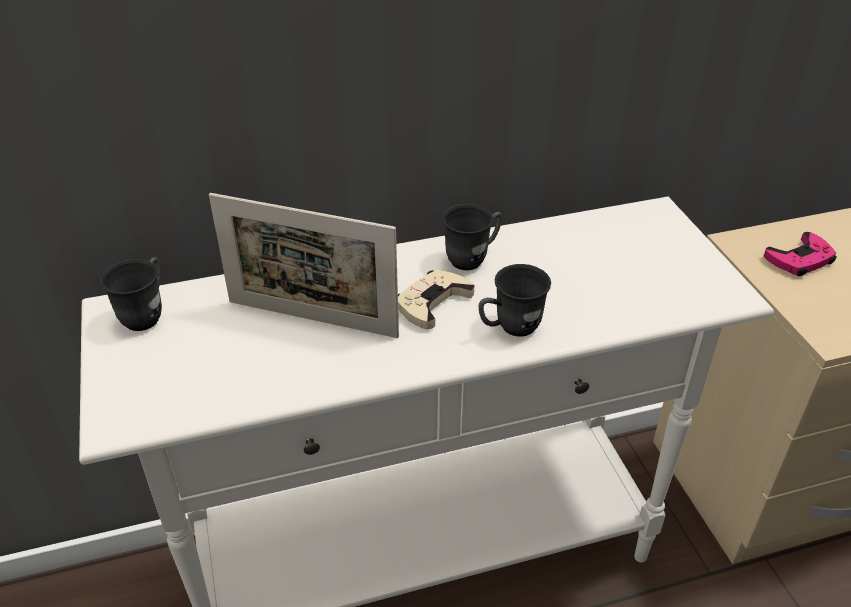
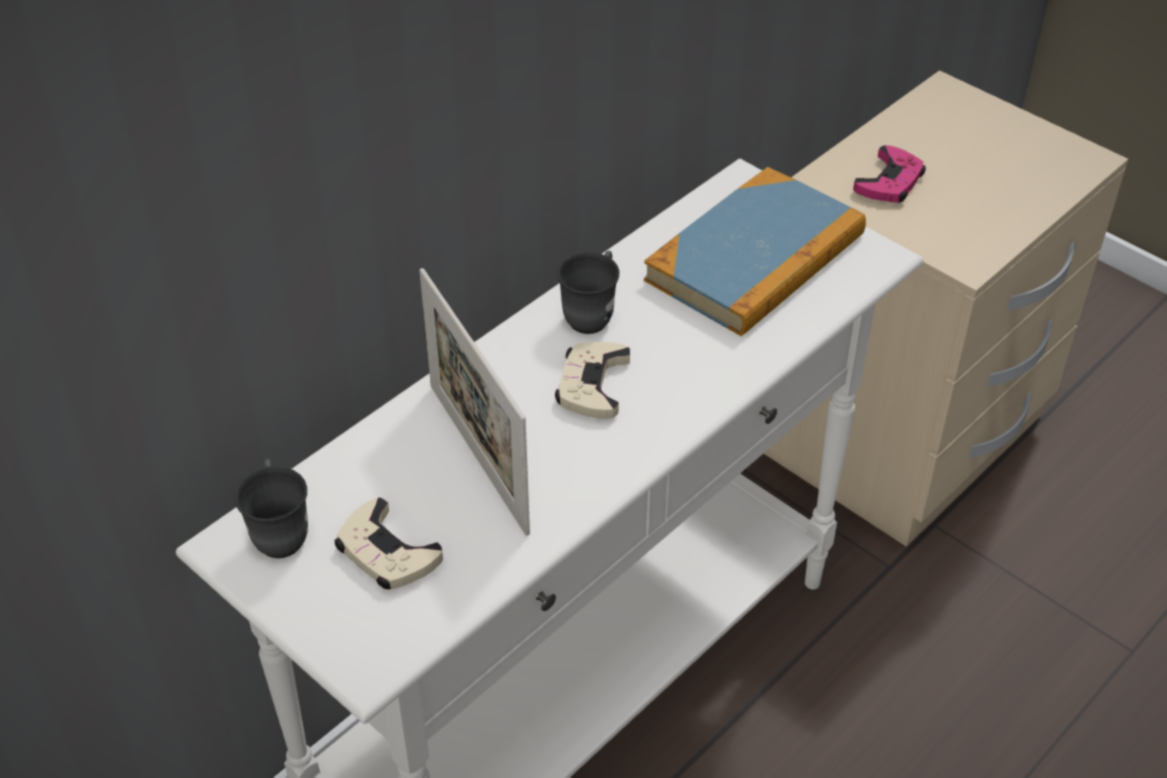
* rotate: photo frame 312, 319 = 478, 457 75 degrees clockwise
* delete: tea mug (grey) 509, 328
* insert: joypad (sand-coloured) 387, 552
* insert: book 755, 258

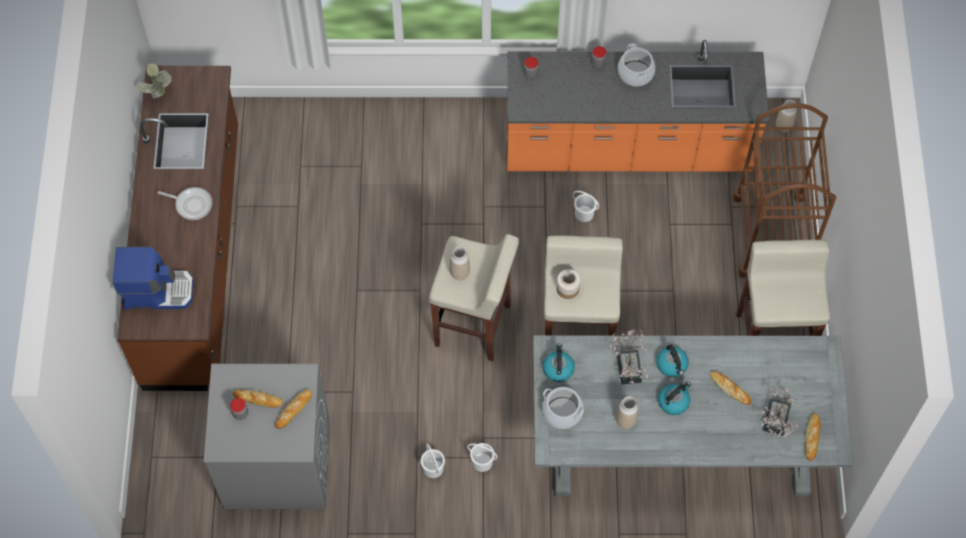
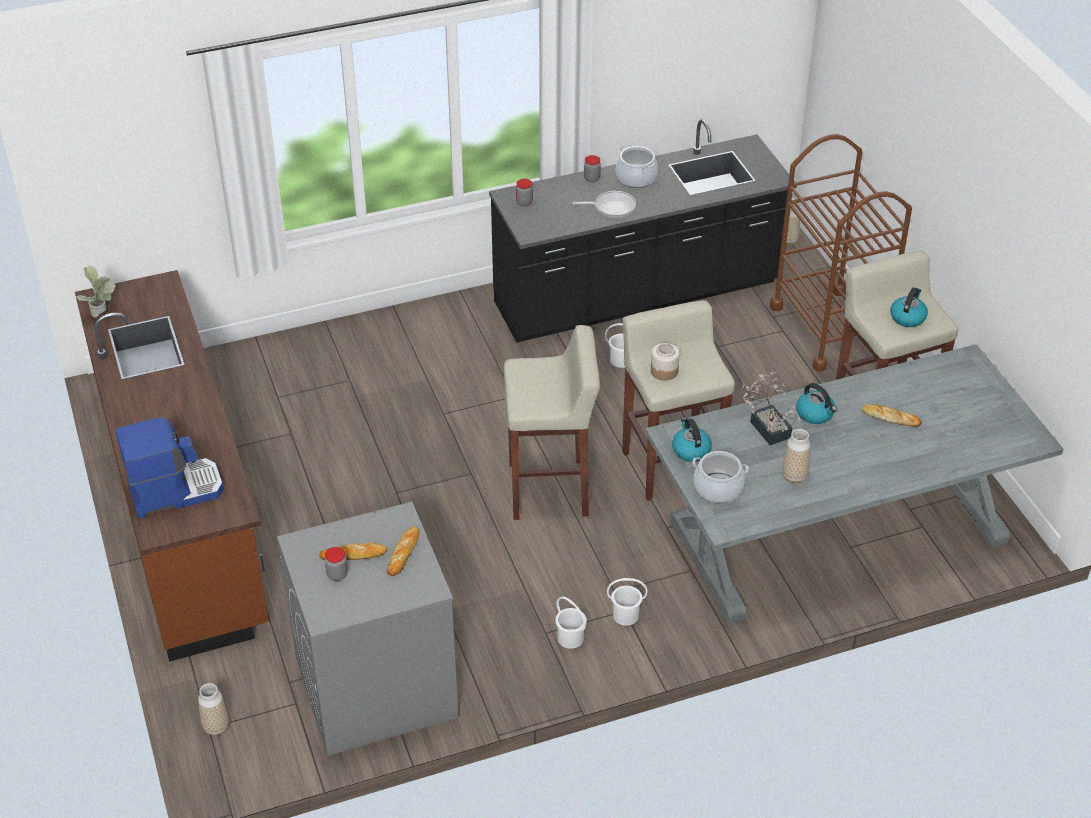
* move: pan 191, 204 to 612, 207
* move: decorative vase 459, 273 to 216, 727
* recolor: kitchen base unit (orange) 627, 149 to kitchen base unit (black) 638, 296
* move: kettle 673, 401 to 907, 317
* delete: houseplant 774, 423
* delete: bread 812, 438

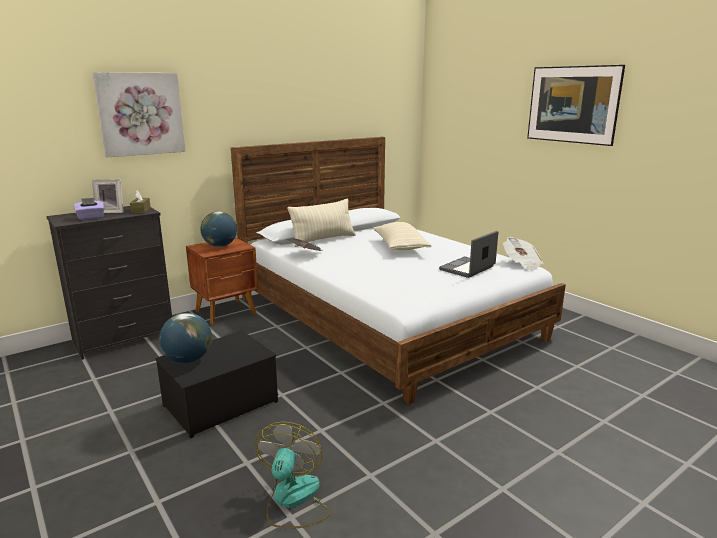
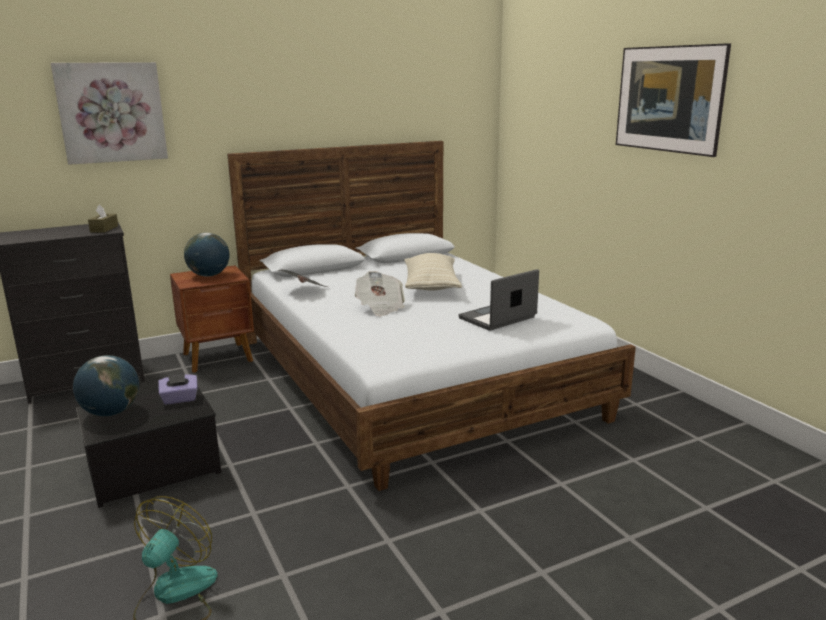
* move: tissue holder (purplish) 91, 218 to 179, 399
* delete: photo frame 111, 212
* delete: throw pillow (sand-coloured) 323, 240
* move: daily paper 522, 264 to 380, 307

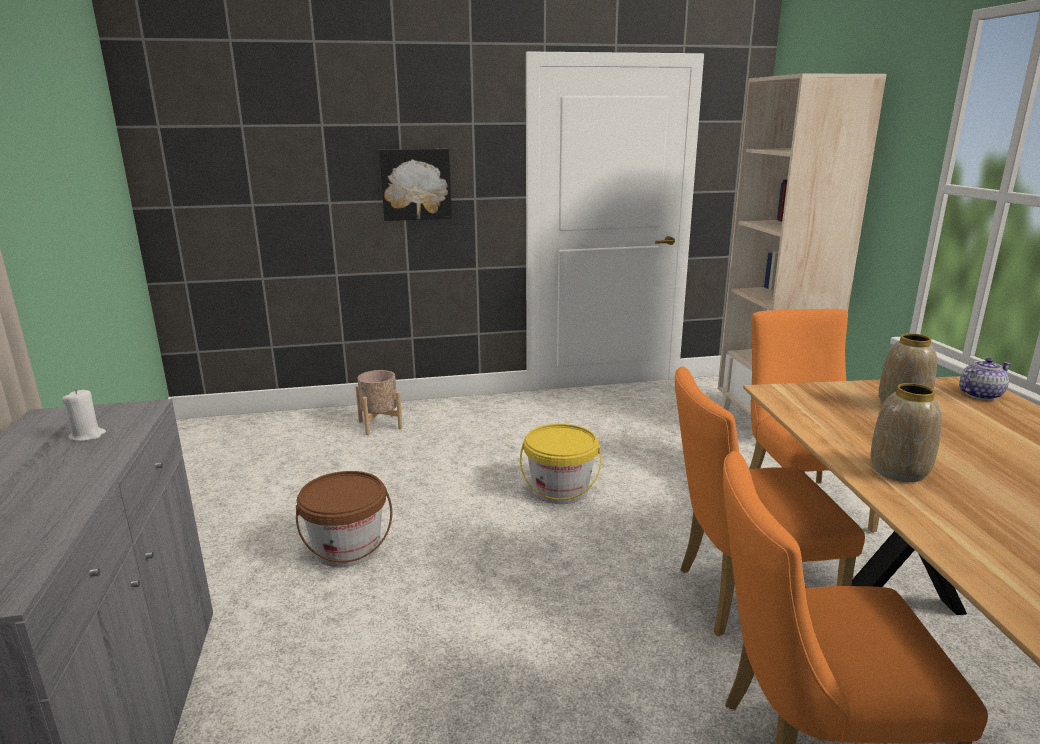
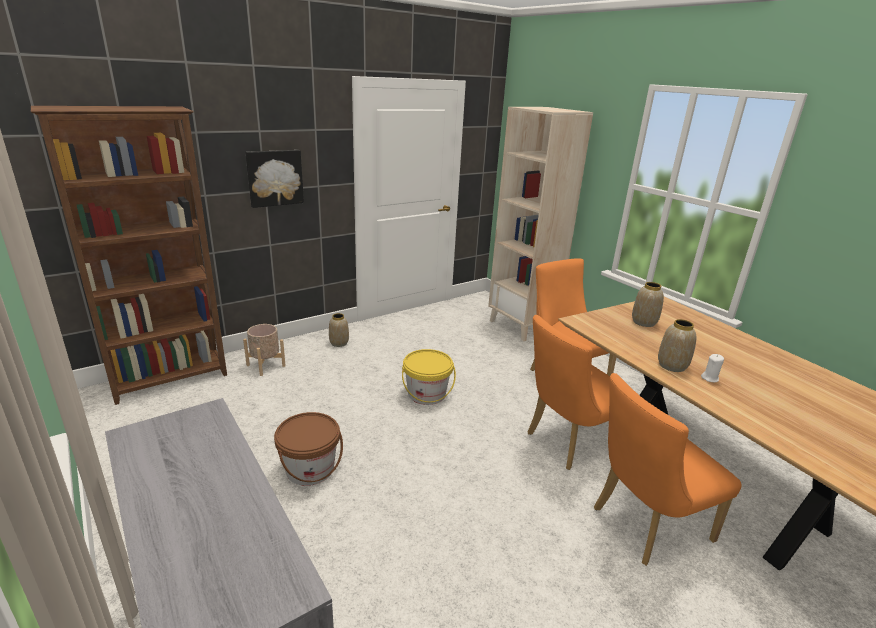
* move: candle (white) 87, 436 to 710, 378
* delete: pot for tea 979, 395
* insert: shelving unit (brownish) 171, 379
* insert: decorative vase 339, 343

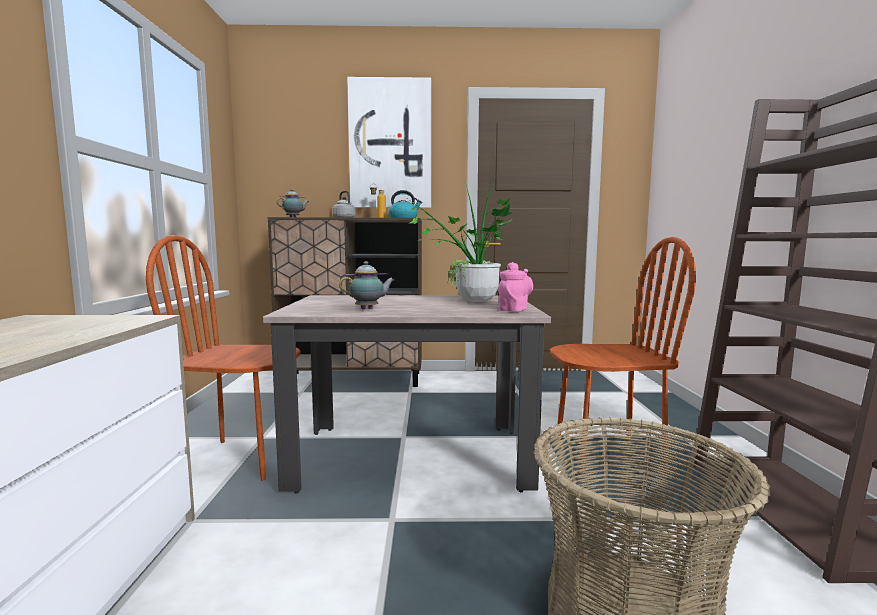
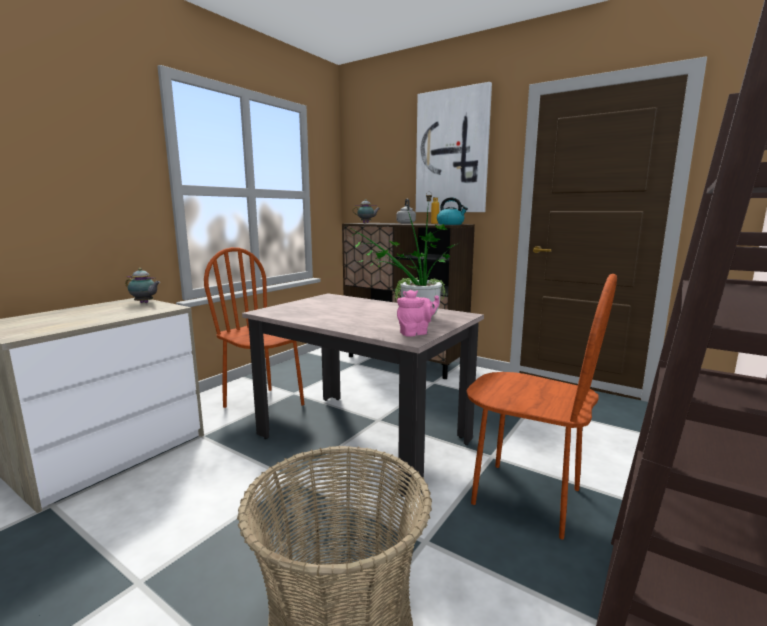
* move: pot for tea 368, 309 to 145, 303

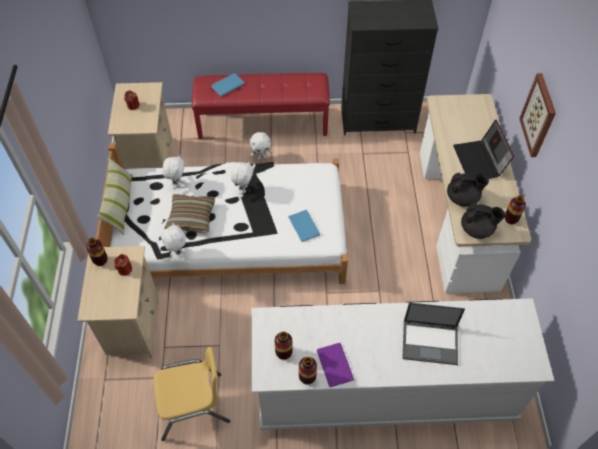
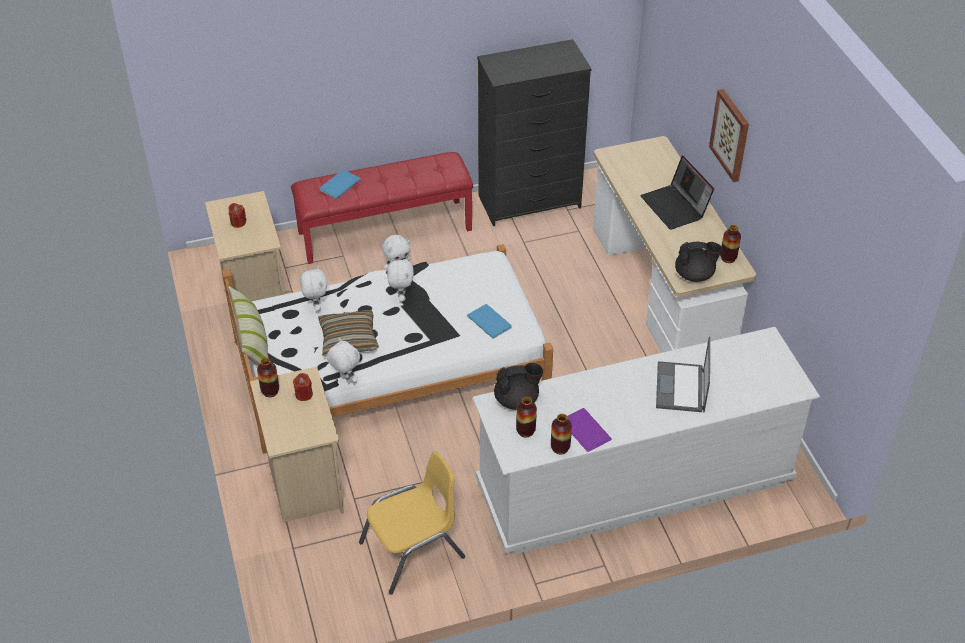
* rotate: portable computer 430, 342 = 681, 388 105 degrees clockwise
* move: pot for tea (black) 463, 198 to 517, 400

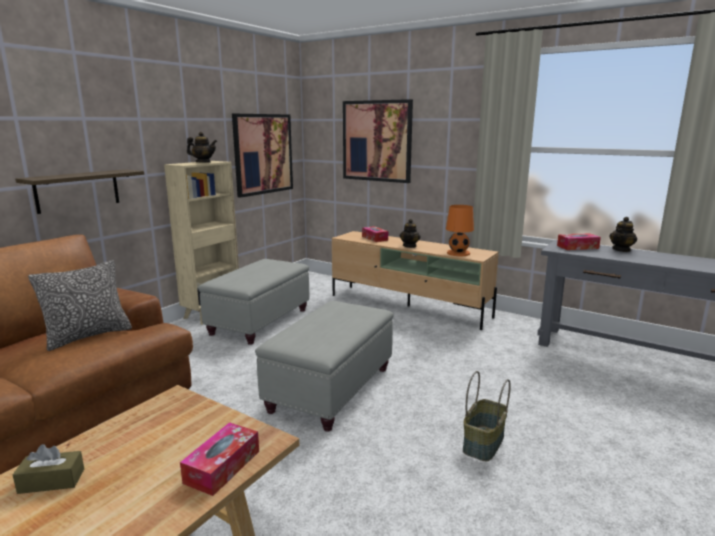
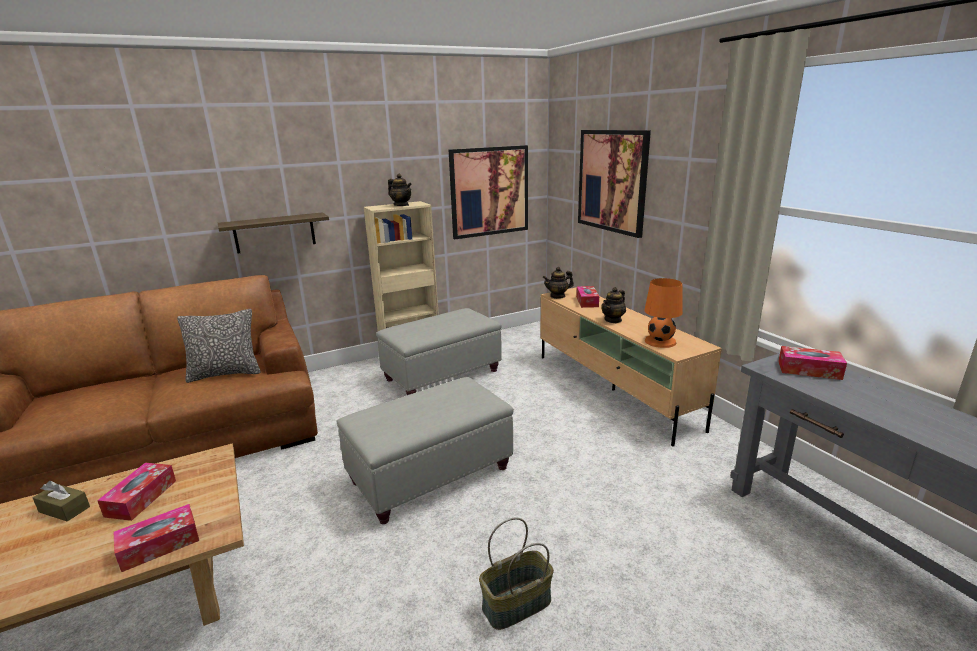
* move: pot for tea 621, 250 to 558, 296
* insert: tissue holder 141, 498

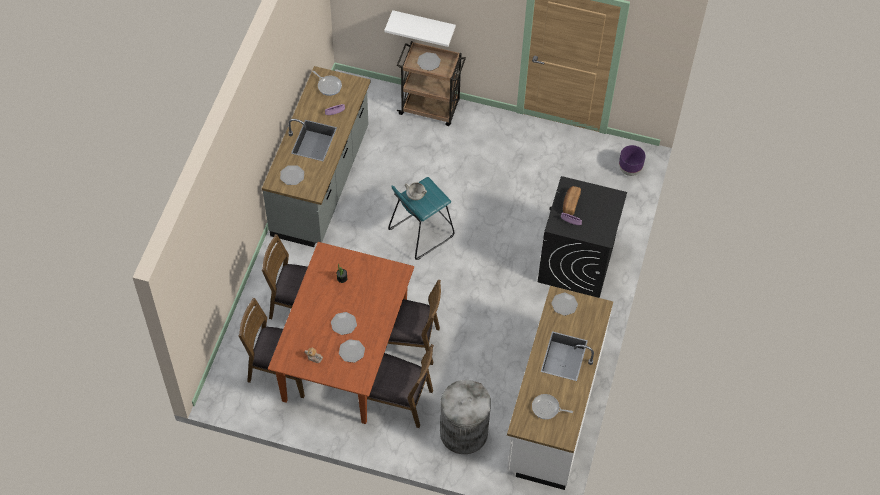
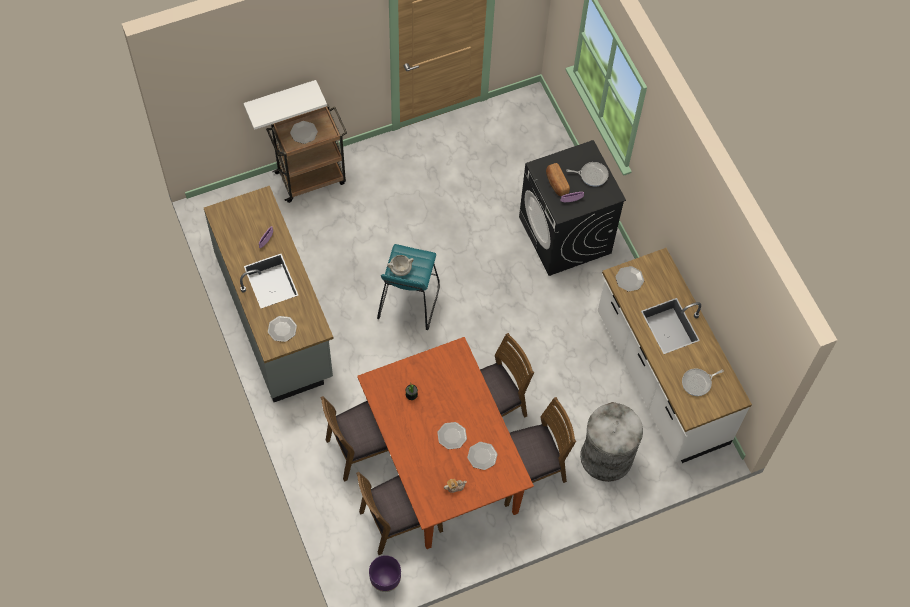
* move: pan 328, 86 to 592, 175
* move: planter (purplish) 629, 169 to 385, 580

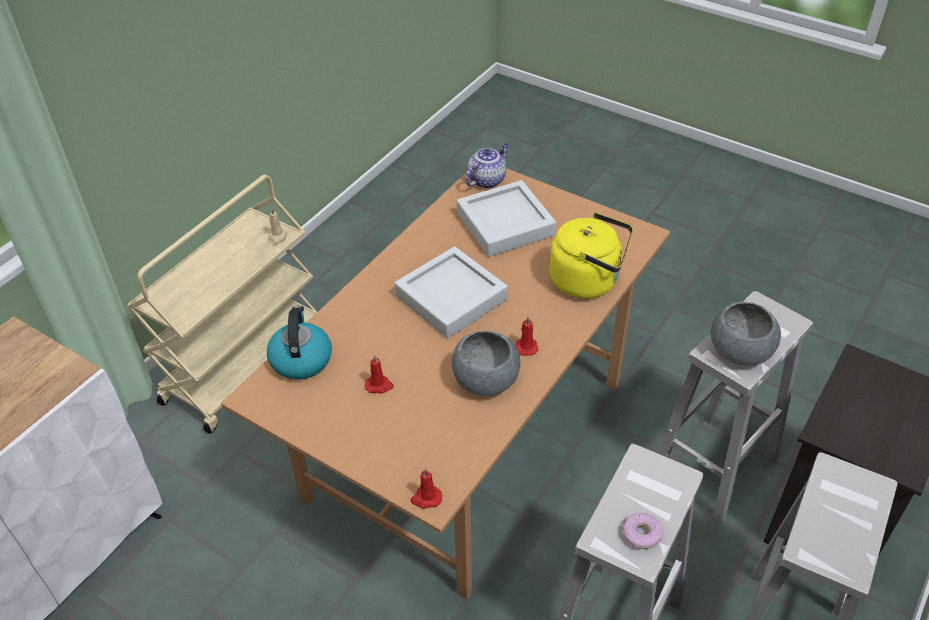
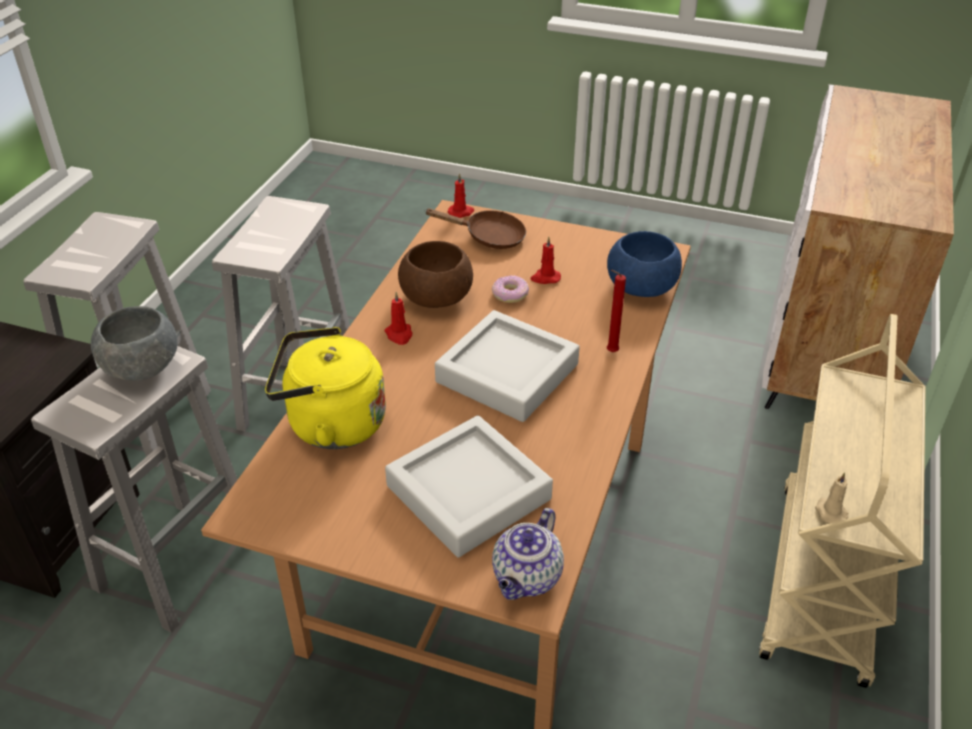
* replace: kettle 301, 359 to bowl (blue) 641, 287
* recolor: bowl (grey) 485, 380 to bowl (brownish) 437, 298
* move: ring doughnut 641, 534 to 510, 294
* insert: pan (brownish) 489, 237
* insert: candle (red) 610, 352

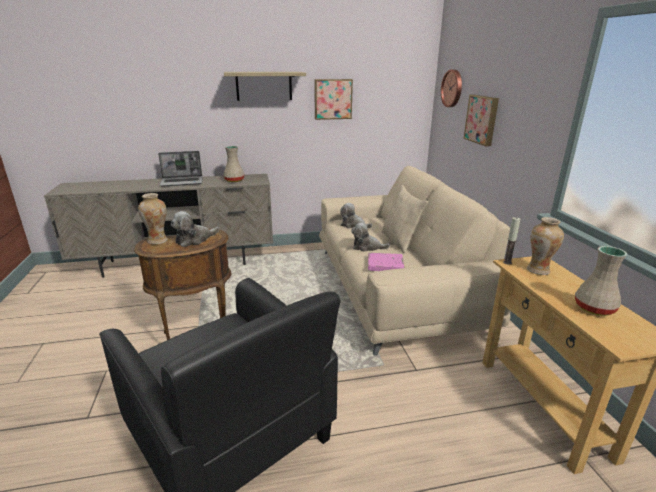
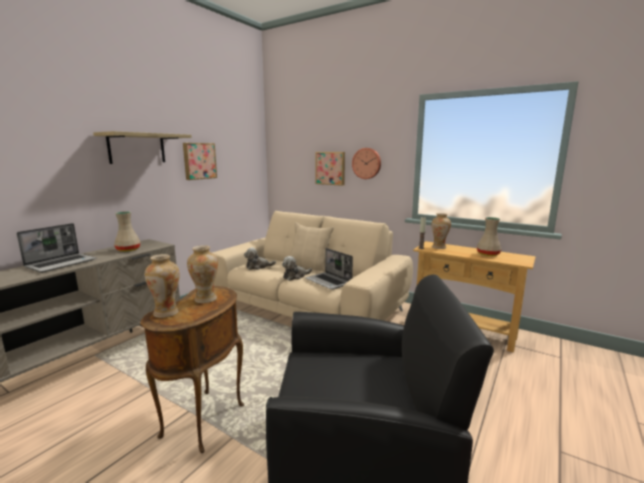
* replace: soft toy 194, 240 to decorative vase 205, 299
* replace: book (pink-coloured) 385, 265 to portable computer 329, 281
* move: hanging clock 452, 88 to 367, 163

